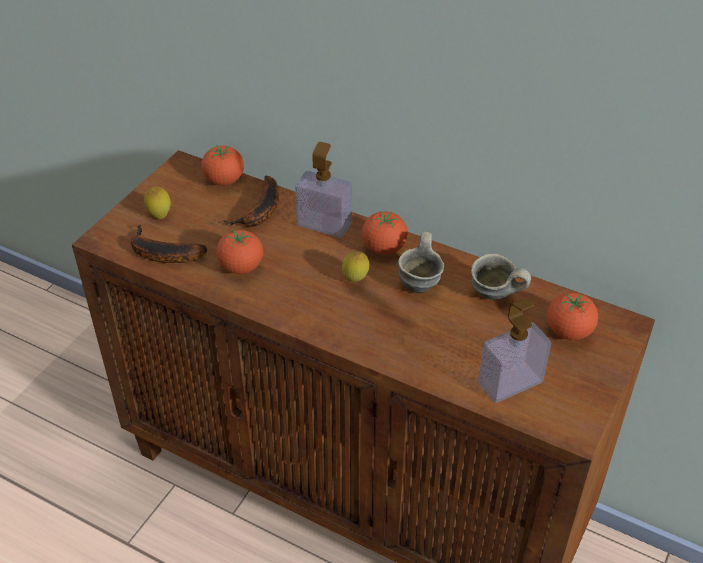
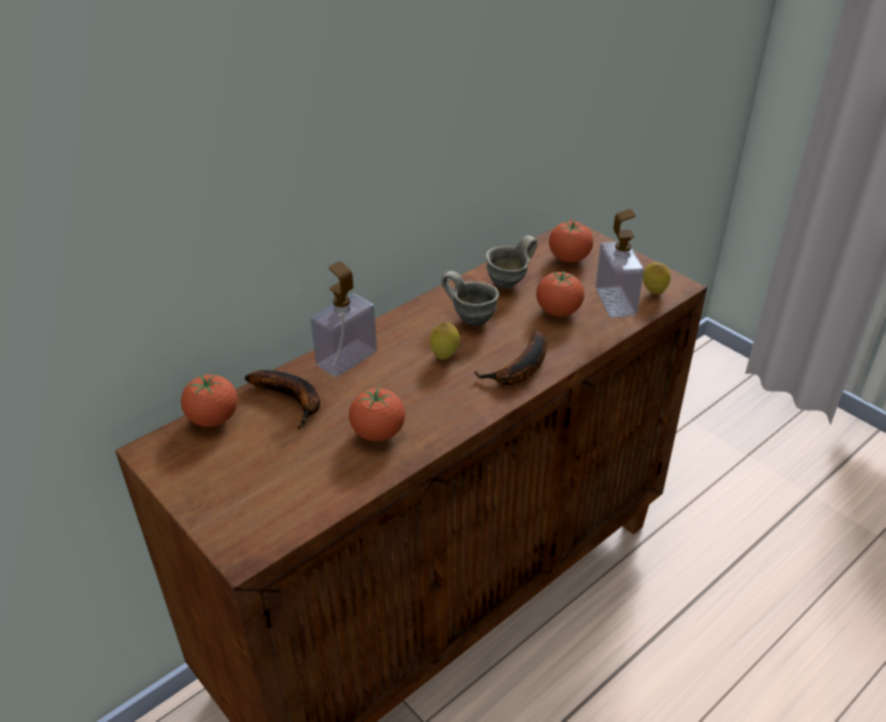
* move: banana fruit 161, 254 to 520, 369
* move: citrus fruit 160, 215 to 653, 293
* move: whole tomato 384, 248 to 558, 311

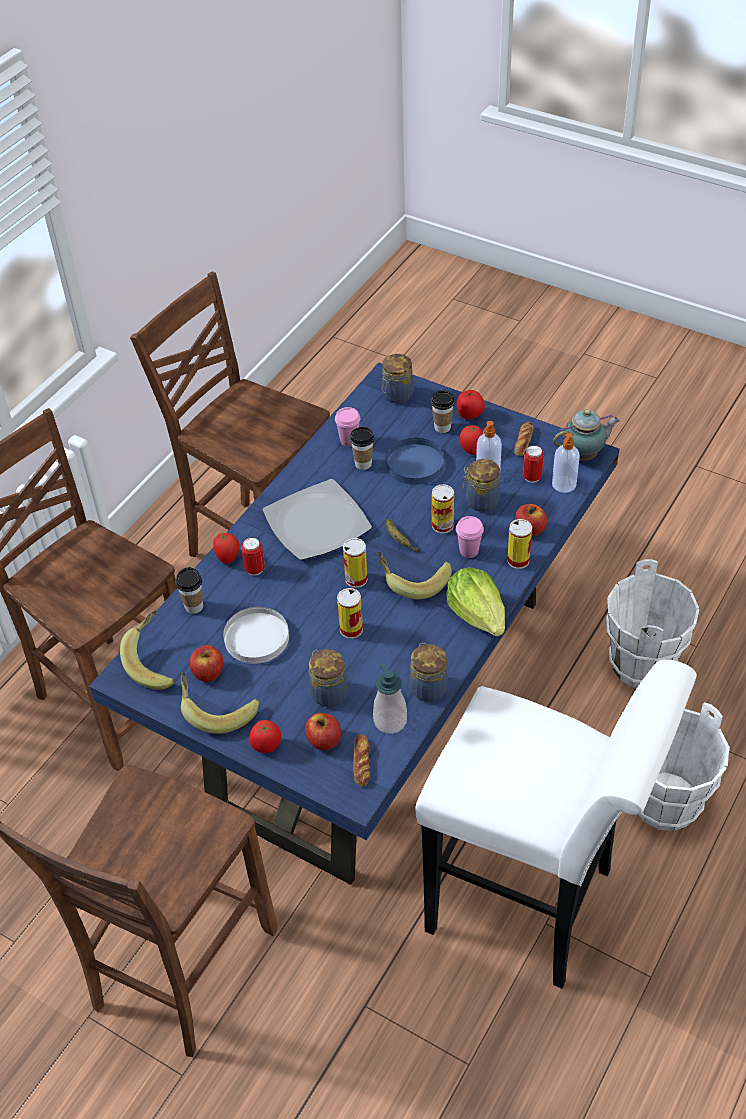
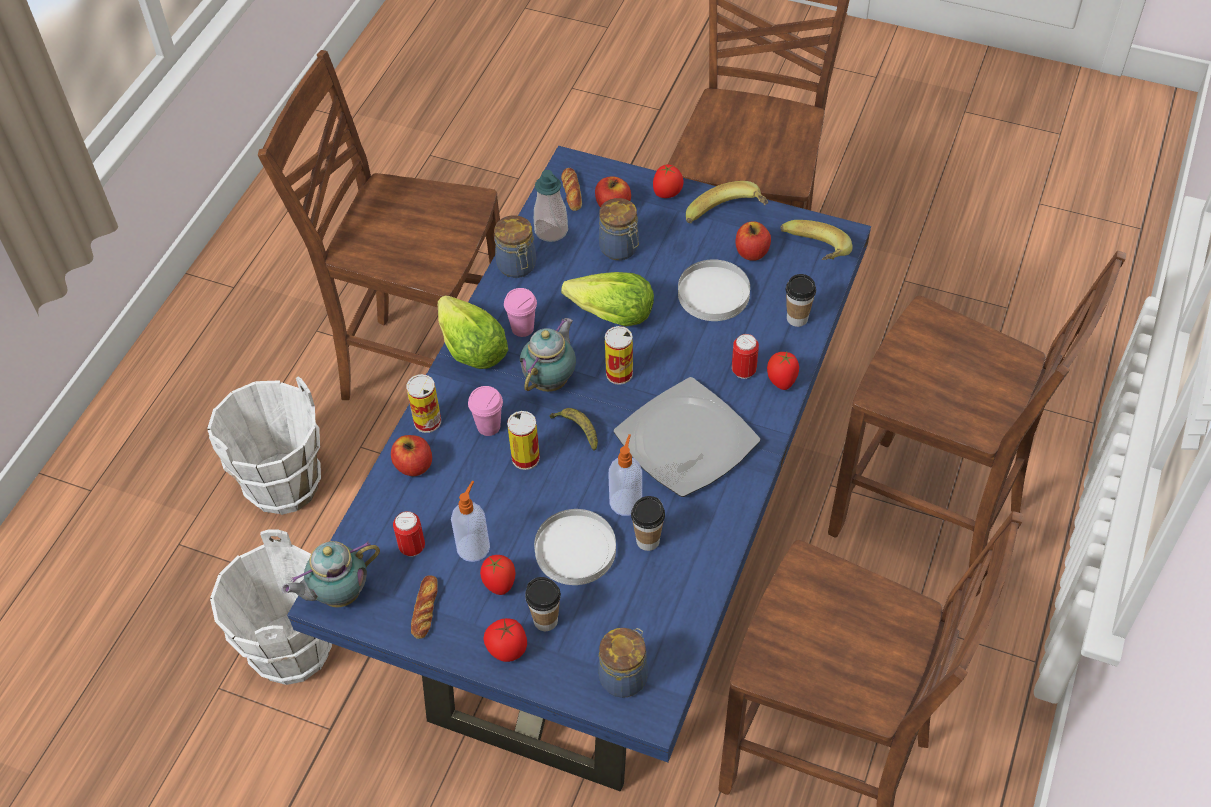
* move: drinking cup (pink-coloured) 349, 441 to 522, 328
* replace: sealed can 351, 629 to lettuce 611, 315
* replace: banana fruit 413, 581 to pot for tea 551, 380
* recolor: flat dish (blue) 415, 463 to flat dish (white) 575, 550
* replace: stool seat (white) 533, 905 to plain chair (brownish) 424, 371
* delete: jar 480, 501
* move: liquid soap bottle 563, 485 to 626, 501

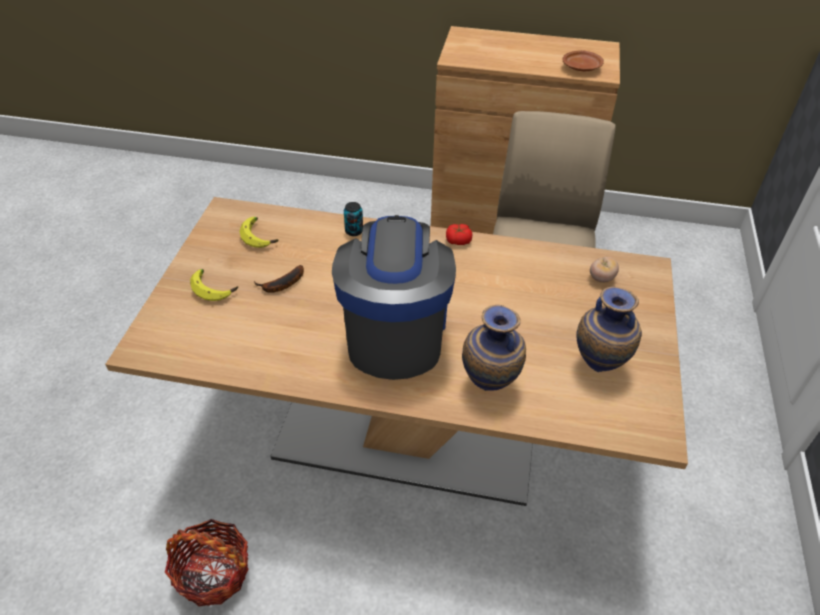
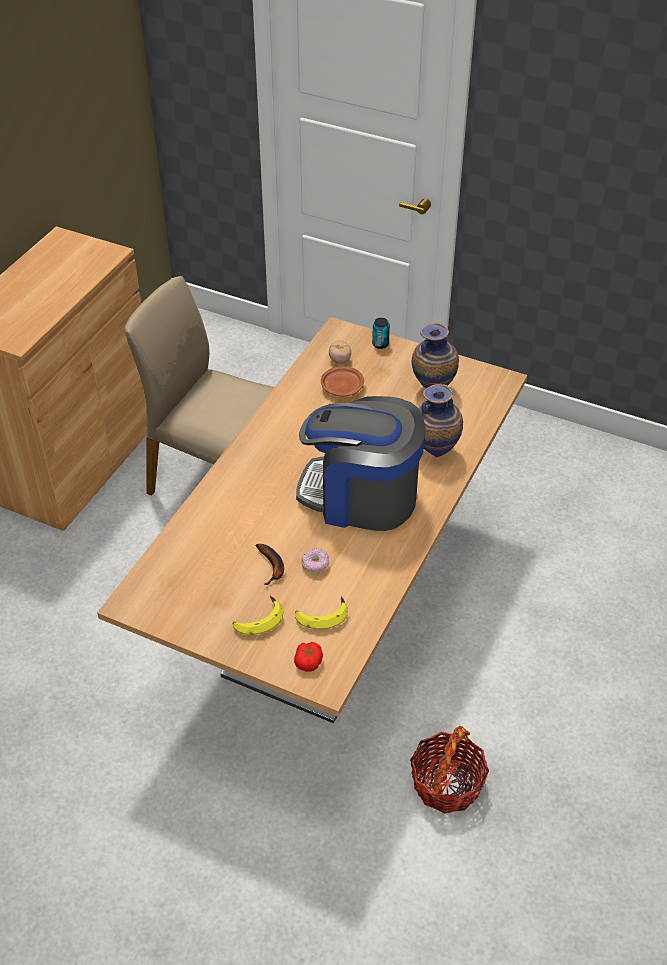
* move: banana fruit 260, 236 to 321, 615
* move: sealed can 354, 231 to 380, 344
* move: whole tomato 458, 240 to 308, 661
* move: flat dish (brownish) 581, 67 to 342, 387
* insert: ring doughnut 315, 565

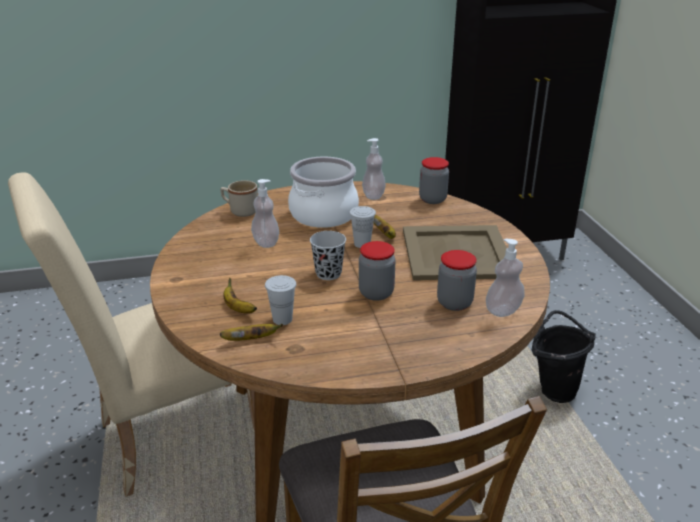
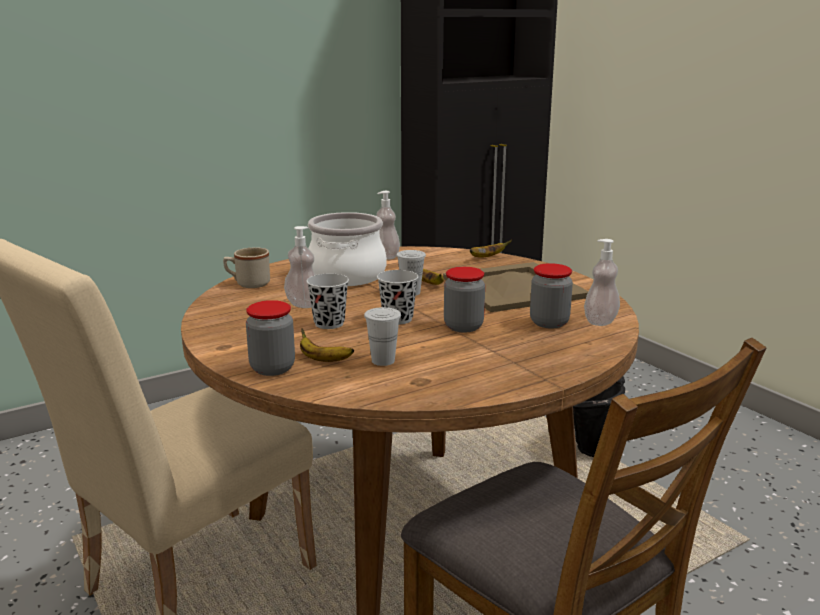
* move: banana fruit 251, 339 to 487, 257
* move: jar 432, 199 to 272, 368
* insert: drinking cup (black) 329, 323

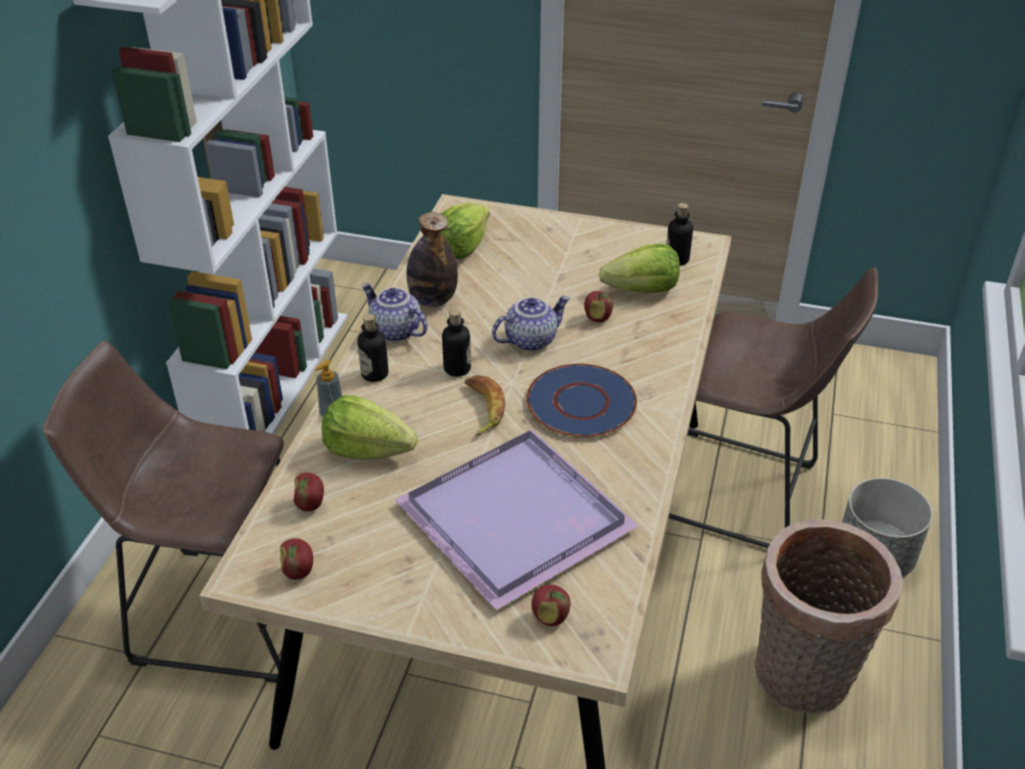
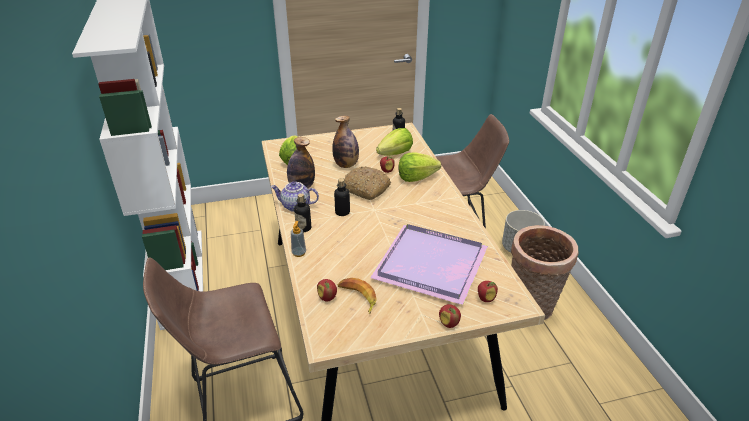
* move: apple fruit 299, 572 to 449, 323
* move: lettuce 367, 450 to 416, 177
* move: banana fruit 481, 409 to 357, 297
* replace: pot for tea 530, 339 to bread 365, 189
* delete: flat dish (blue) 582, 403
* insert: beverage bottle 346, 165

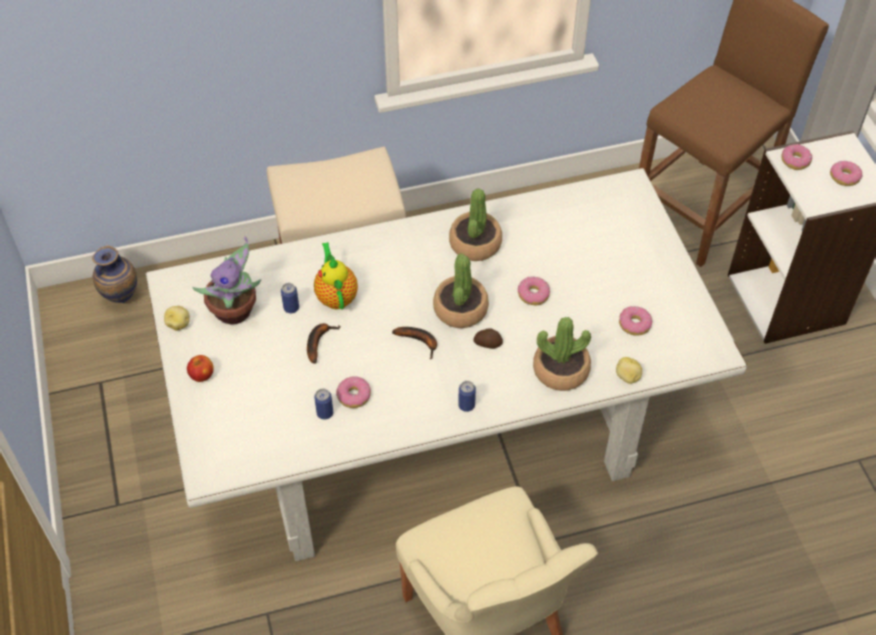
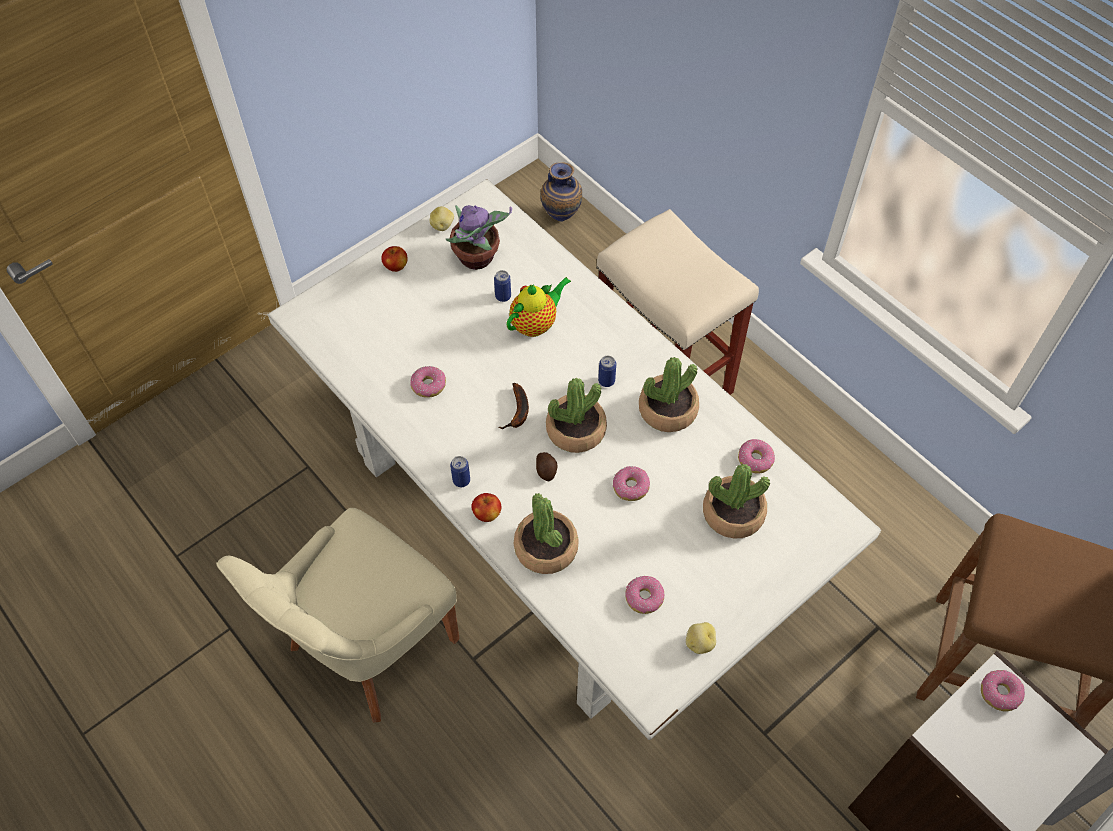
* delete: banana fruit 318, 342
* move: sealed can 325, 413 to 606, 381
* move: whole potato 627, 377 to 699, 643
* move: ring doughnut 844, 177 to 755, 460
* insert: apple fruit 487, 514
* insert: houseplant 733, 513

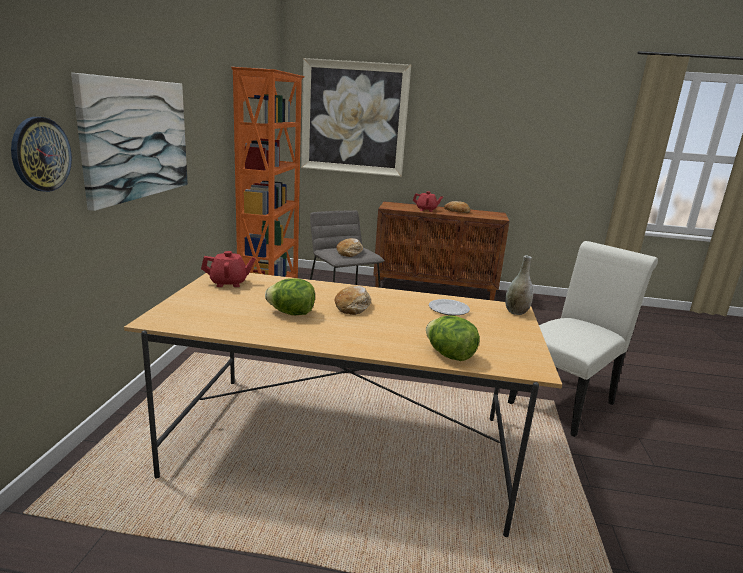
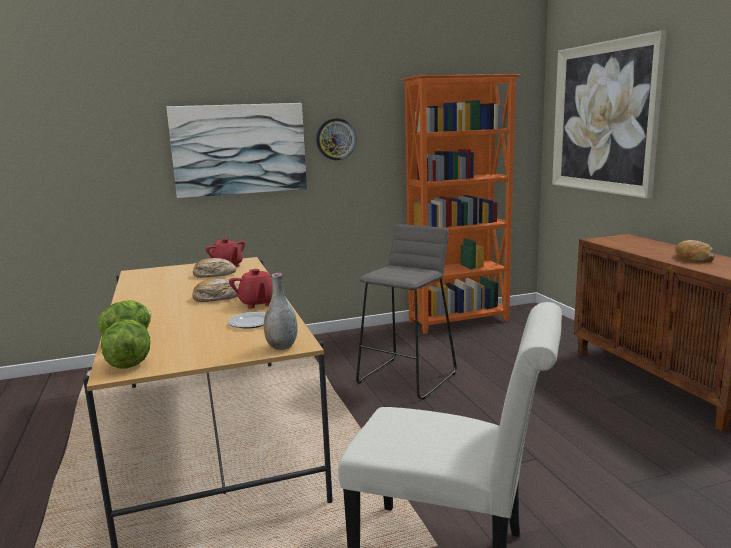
* move: hanging clock 40, 154 to 336, 139
* move: lettuce 291, 313 to 129, 363
* move: bread 350, 253 to 214, 274
* move: pot for tea (red) 426, 210 to 258, 304

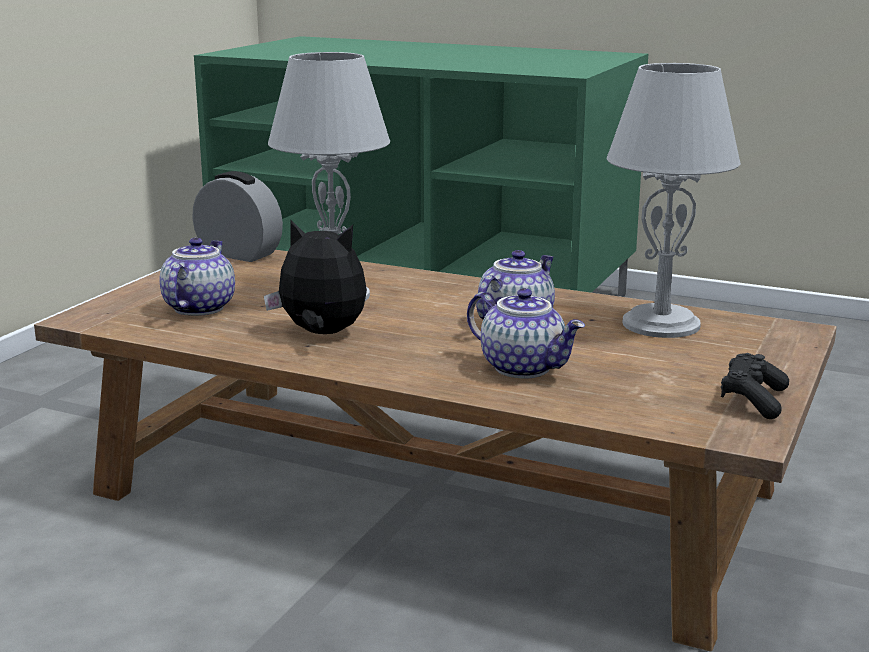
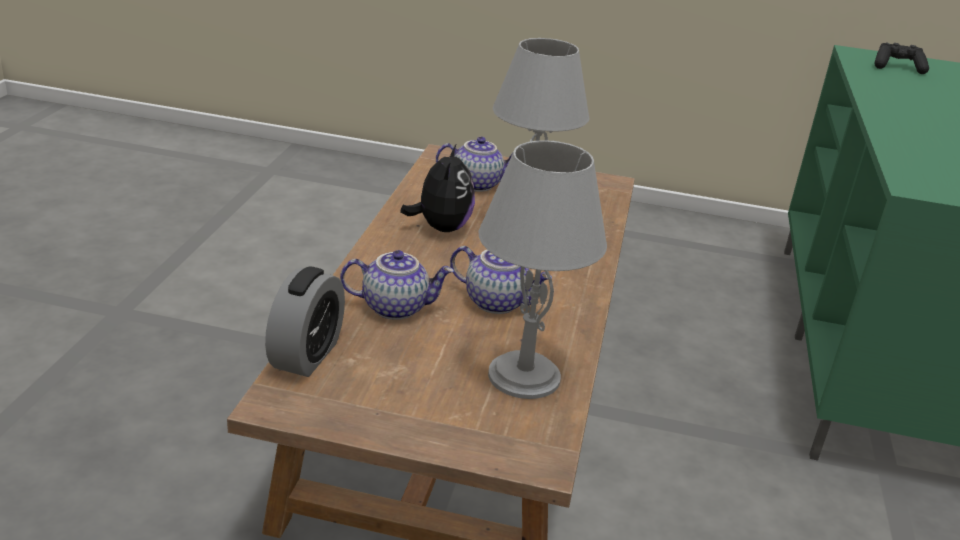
* move: bedside clock 239, 254 to 306, 355
* rotate: pot for tea 524, 368 = 396, 307 120 degrees counterclockwise
* move: joypad (black) 753, 401 to 897, 67

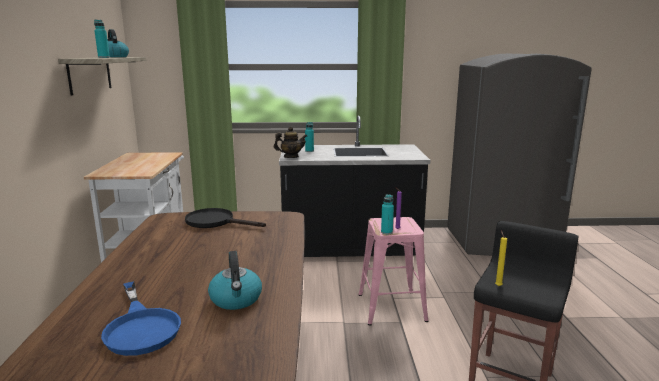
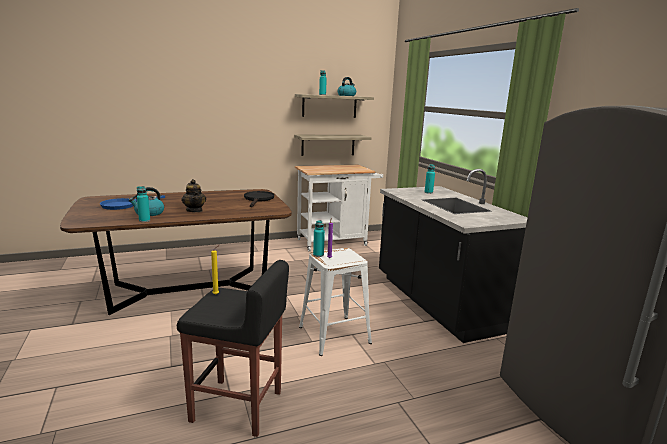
* move: pot for tea 291, 157 to 194, 210
* recolor: stool seat (pink-coloured) 392, 307 to stool seat (white) 334, 335
* insert: beverage bottle (turquoise) 144, 220
* insert: wall shelf 328, 145

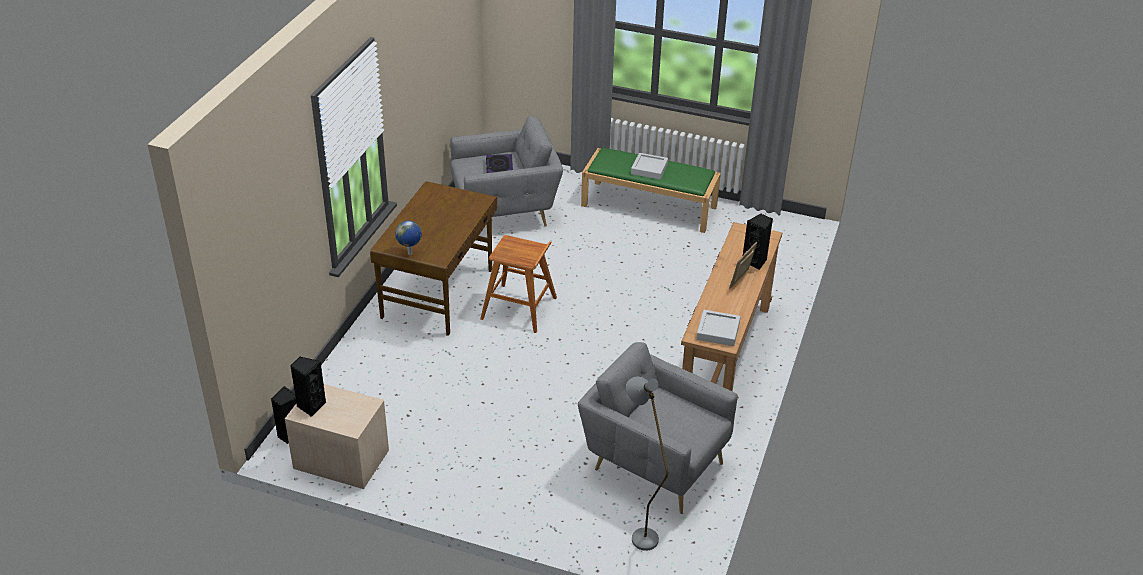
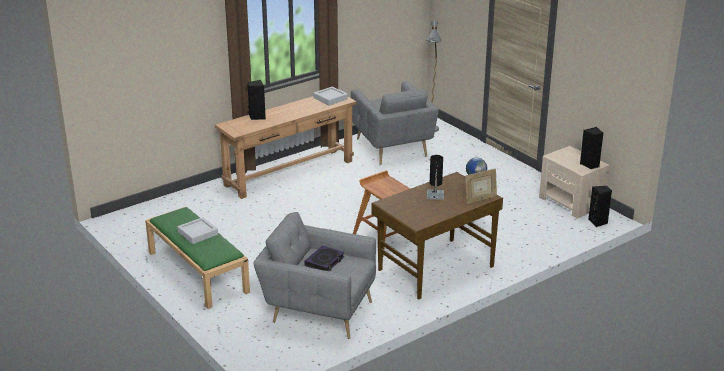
* move: photo frame 741, 280 to 480, 199
* insert: table lamp (black) 435, 195

